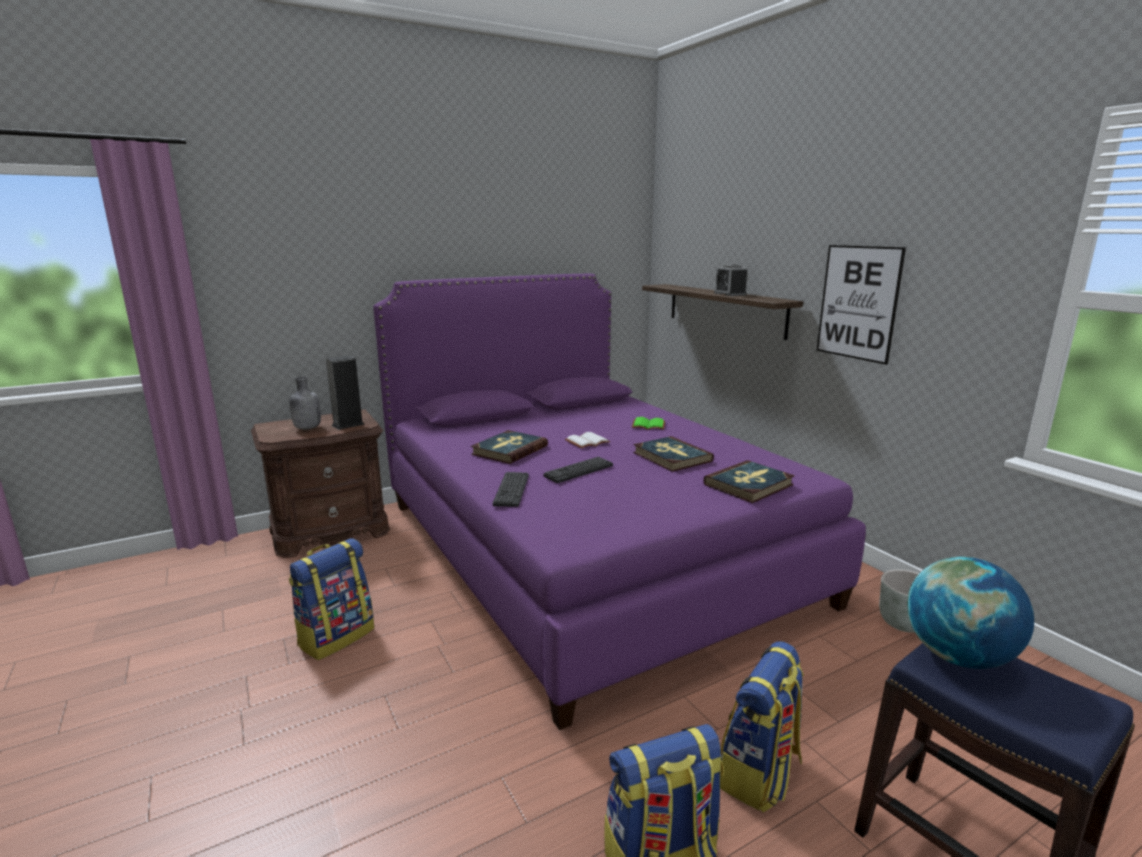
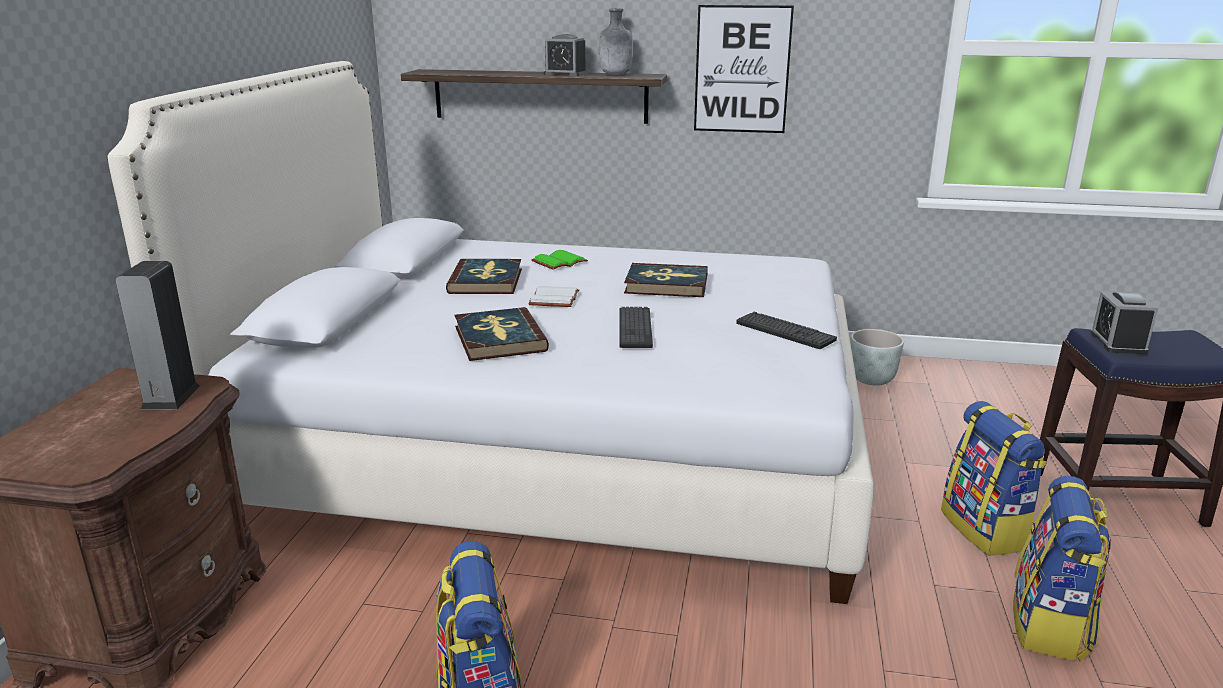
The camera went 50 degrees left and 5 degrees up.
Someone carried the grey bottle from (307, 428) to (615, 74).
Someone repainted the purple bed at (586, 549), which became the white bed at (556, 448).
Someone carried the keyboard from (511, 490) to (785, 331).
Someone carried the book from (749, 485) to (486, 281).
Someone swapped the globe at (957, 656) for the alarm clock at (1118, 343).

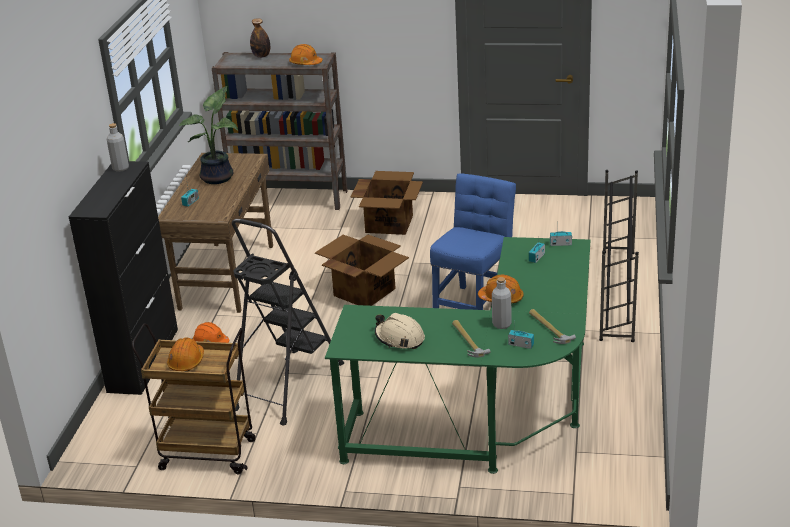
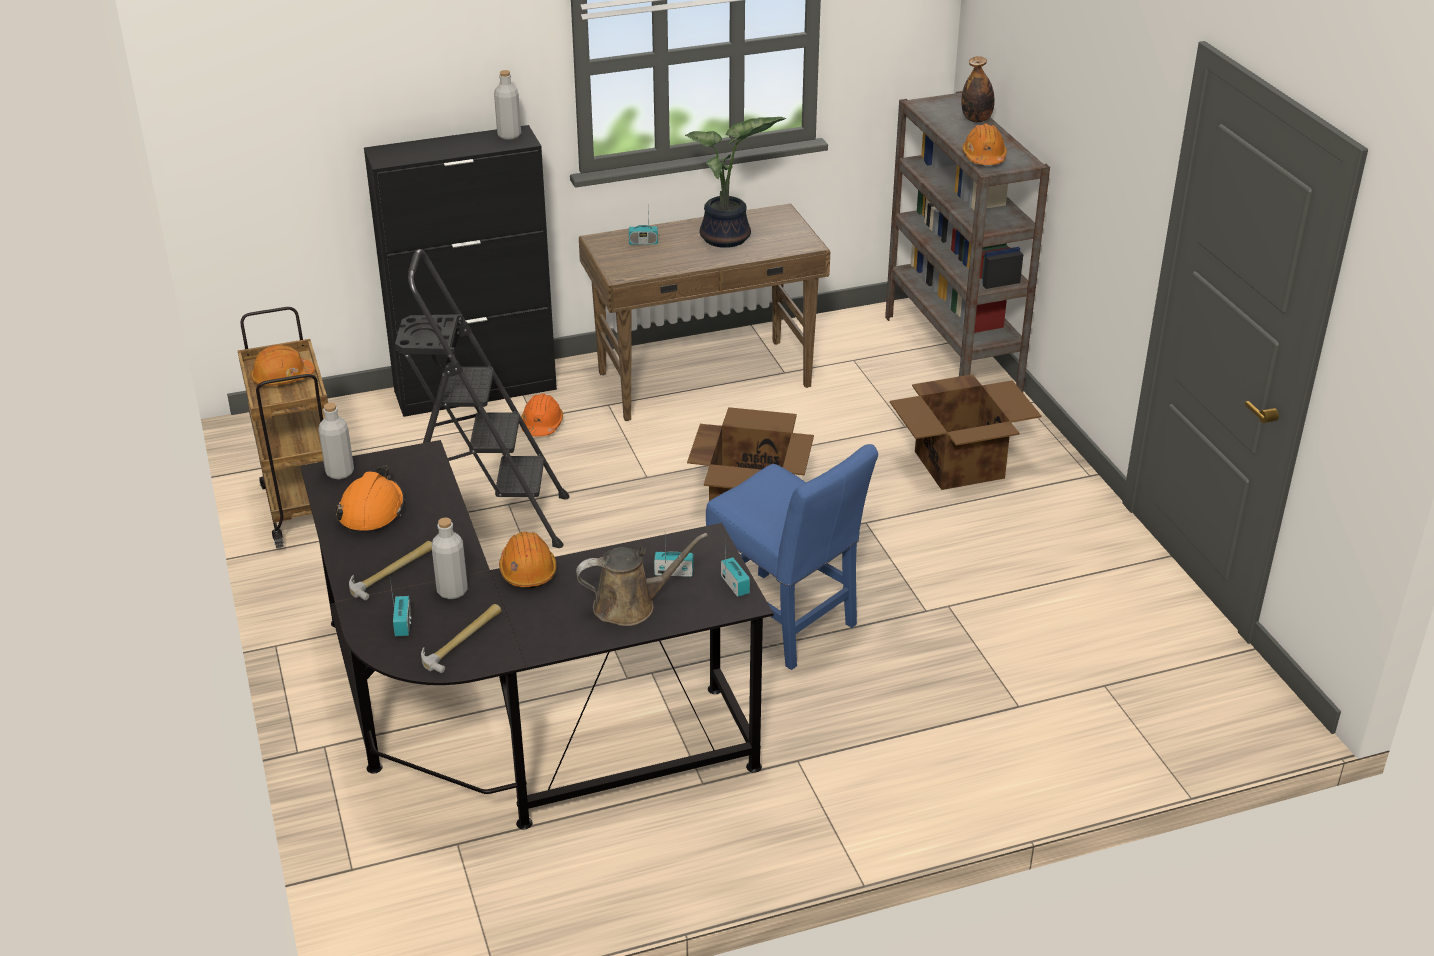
The camera went 60 degrees right and 5 degrees up.
Someone repainted the green desk at (491, 415), which became the black desk at (507, 726).
Someone repainted the beige hard hat at (399, 338), which became the orange hard hat at (372, 511).
Someone rotated the blue chair at (474, 307) by 45 degrees clockwise.
Someone took away the black shoe rack at (617, 294).
Someone put down the grey bottle at (340, 472).
Someone put down the brown watering can at (630, 606).

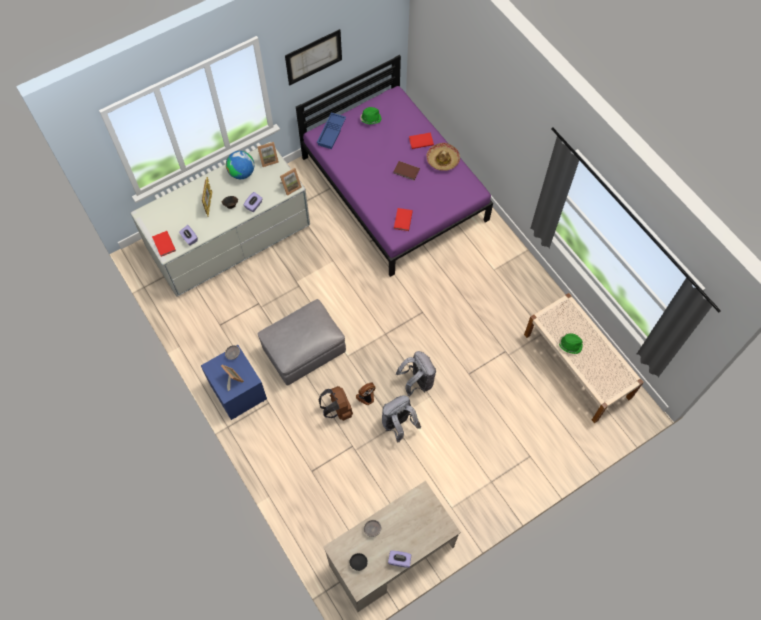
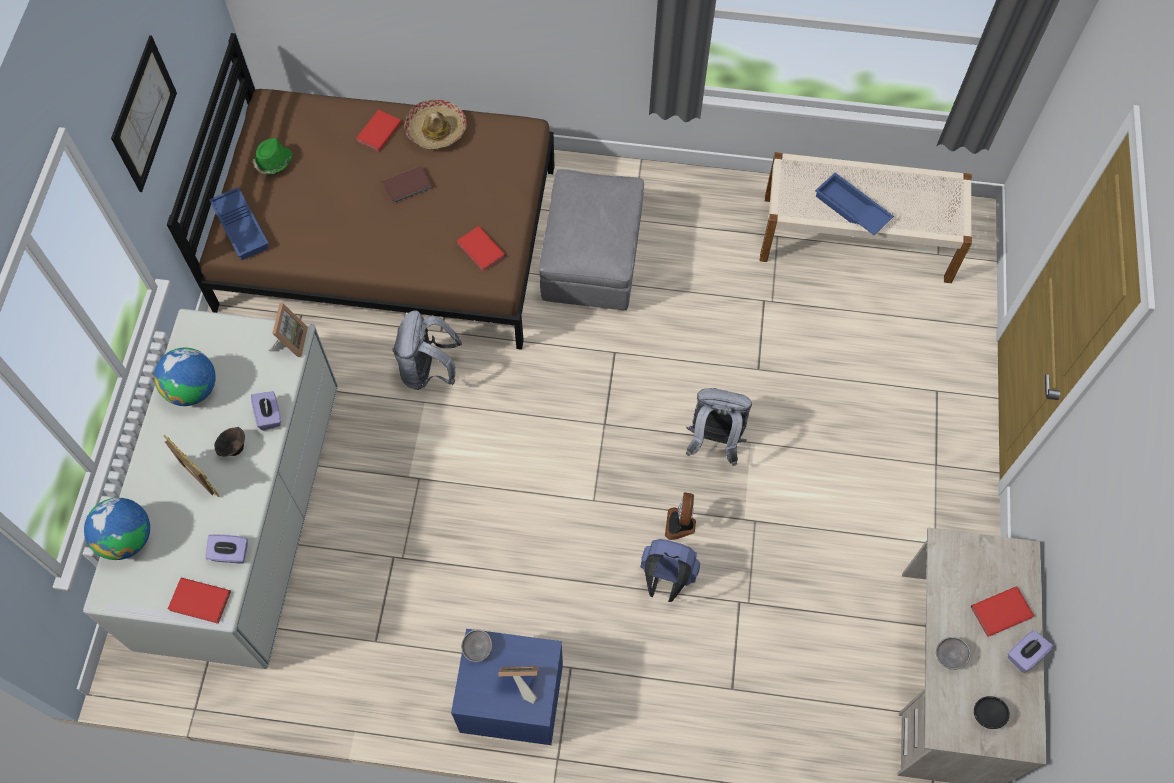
The camera went 50 degrees left and 0 degrees up.
Someone took away the picture frame at (268, 159).
Someone carried the grey ottoman from (304, 351) to (591, 260).
Someone repainted the purple bed at (394, 188), which became the brown bed at (388, 236).
Someone repainted the brown backpack at (337, 410), which became the blue backpack at (666, 578).
Someone carried the grey backpack from (398, 425) to (428, 371).
Someone swapped the green hat at (570, 344) for the blue tray at (850, 209).
Someone put down the globe at (127, 539).
Someone put down the red book at (1002, 613).

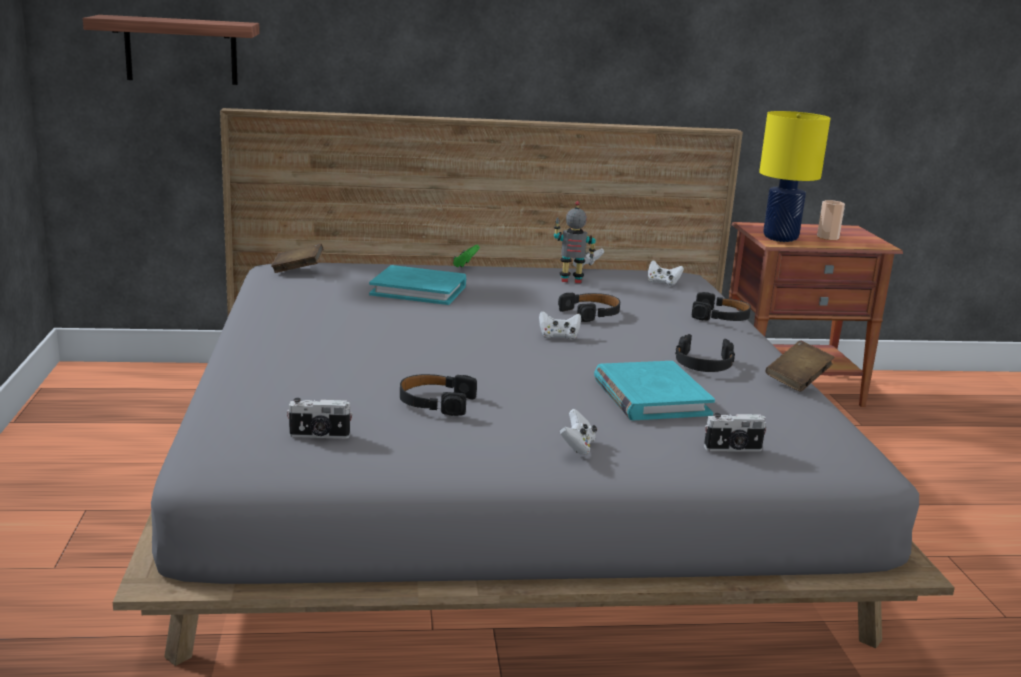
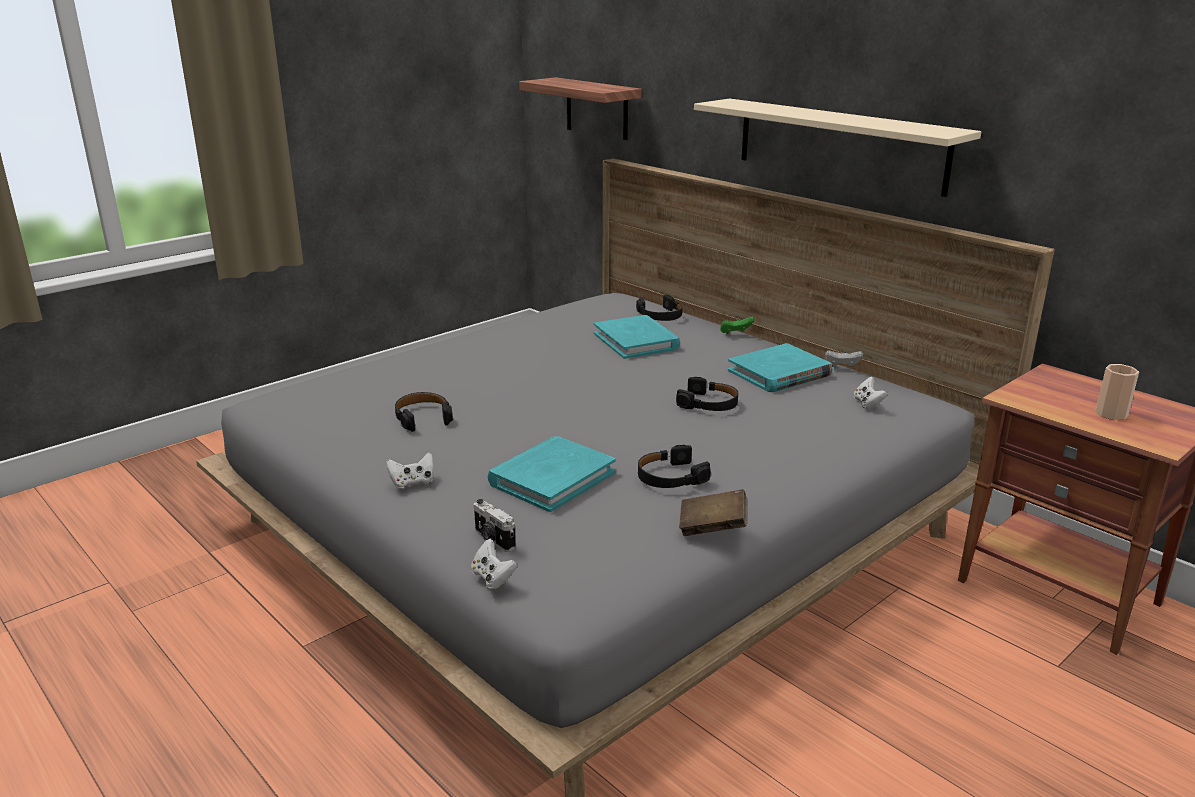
The camera went 55 degrees right and 5 degrees up.
Someone took away the brown book at (298, 270).
Someone took away the photo camera at (319, 436).
Someone carried the white game controller from (558, 337) to (492, 578).
Someone swapped the toy robot at (571, 281) for the turquoise book at (779, 373).
Someone carried the black headphones from (720, 317) to (660, 315).
Someone took away the yellow table lamp at (779, 240).
Someone put up the beige shelf at (839, 145).

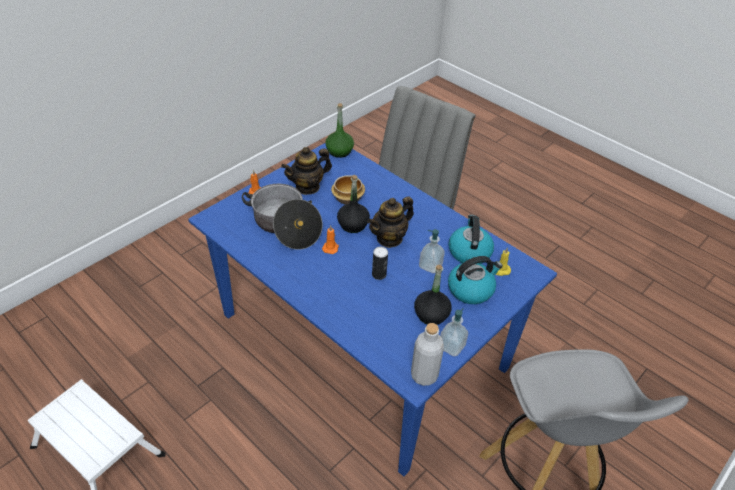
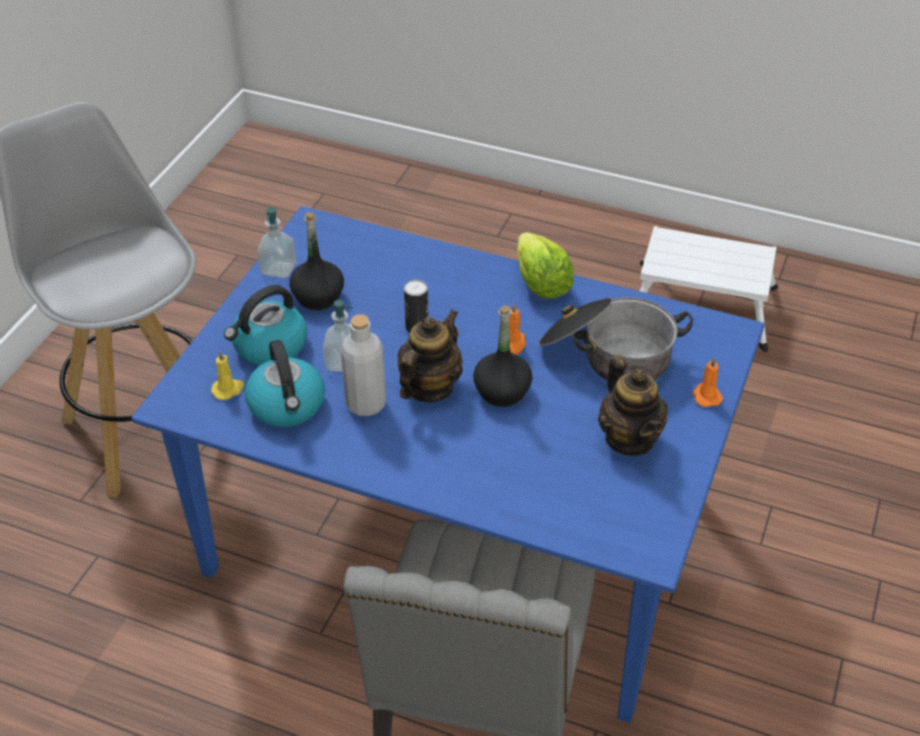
The camera went 160 degrees right and 0 degrees up.
Someone rotated the teapot at (307, 187) by 120 degrees clockwise.
Someone took away the green bottle at (339, 151).
Someone took away the bowl at (348, 199).
Someone carried the grey bottle from (424, 375) to (366, 404).
Someone put down the lettuce at (540, 283).

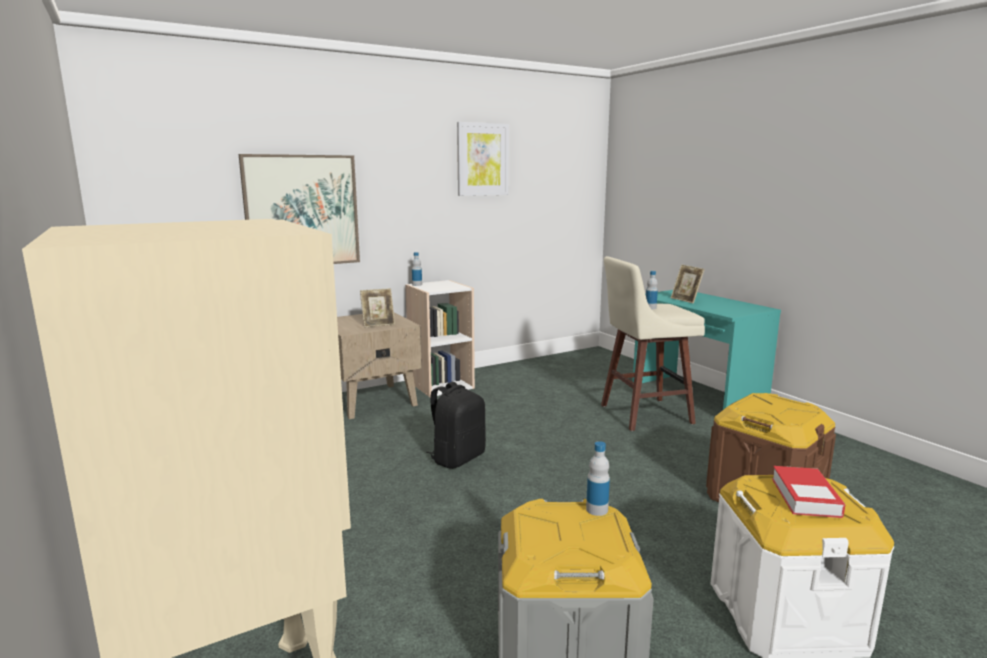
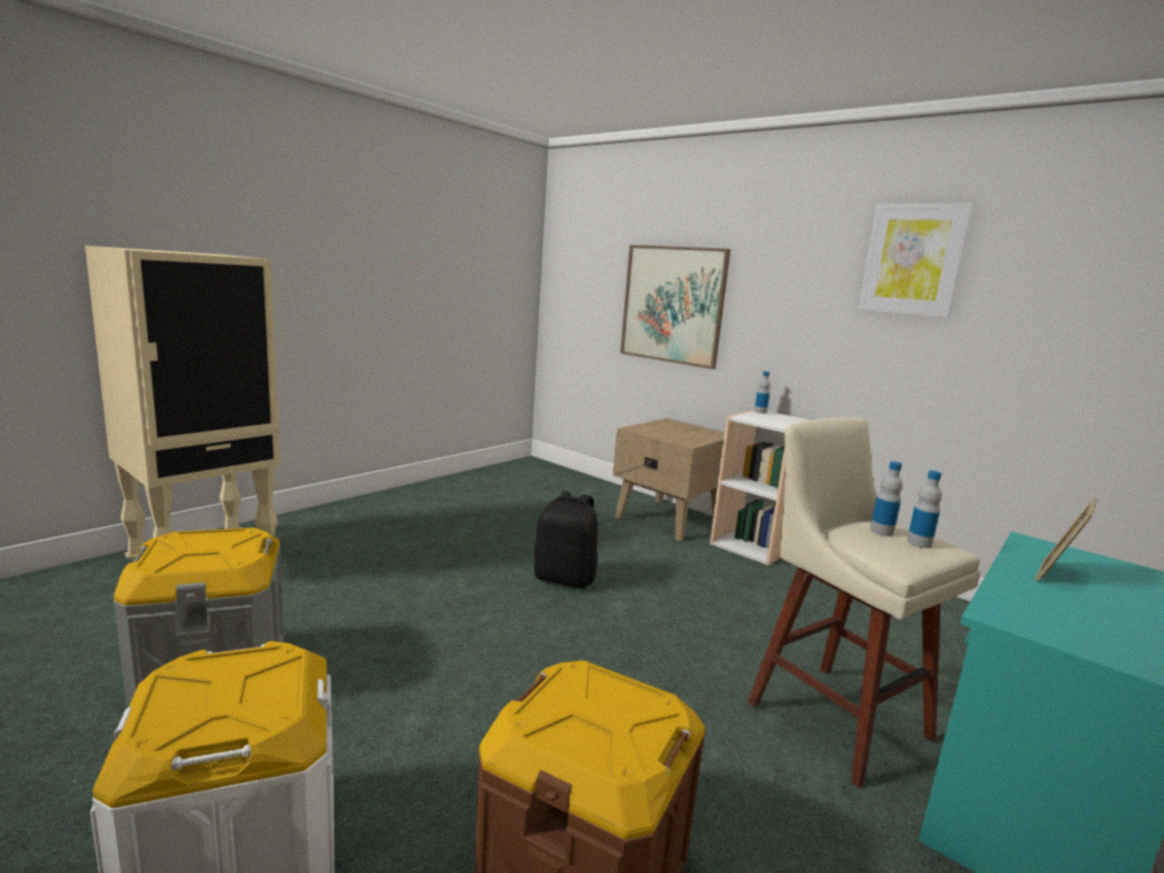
The camera went 70 degrees right and 0 degrees up.
Someone took away the picture frame at (378, 324).
Someone carried the bottle from (597, 509) to (919, 543).
Someone took away the book at (805, 497).

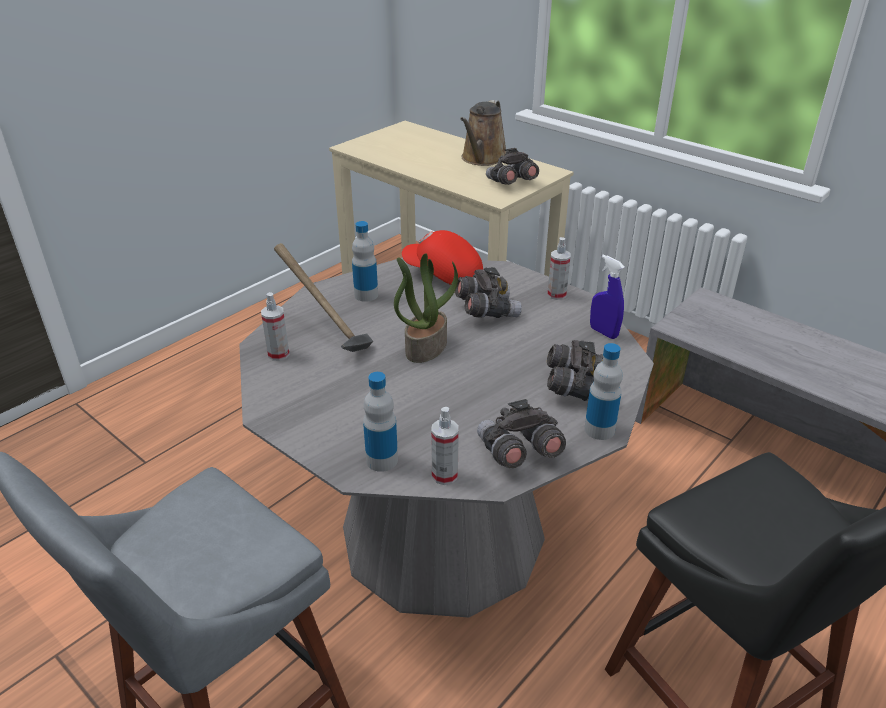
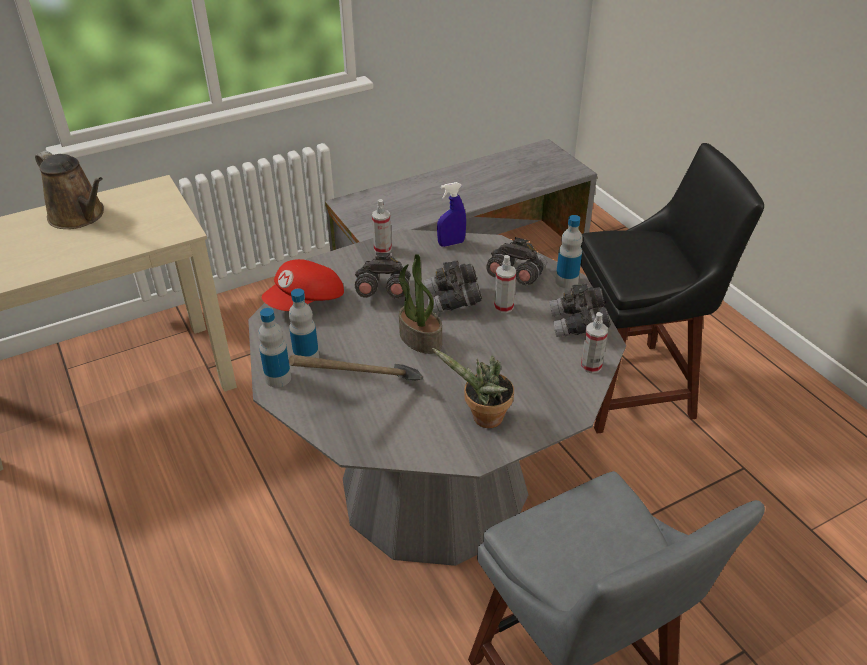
The camera went 70 degrees left and 5 degrees up.
Someone carried the spray bottle from (278, 354) to (503, 307).
Someone carried the bottle from (382, 460) to (278, 378).
Someone carried the grey binoculars from (510, 183) to (453, 301).
Someone put down the potted plant at (483, 419).

